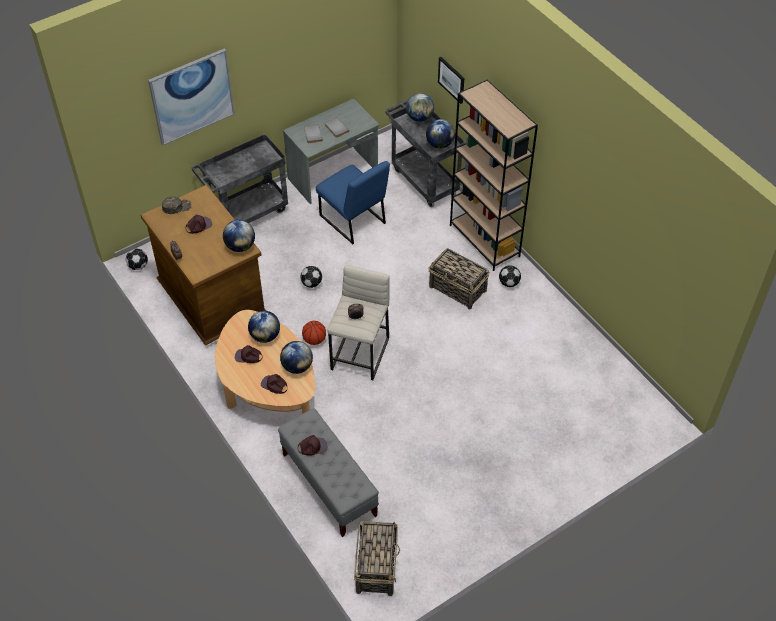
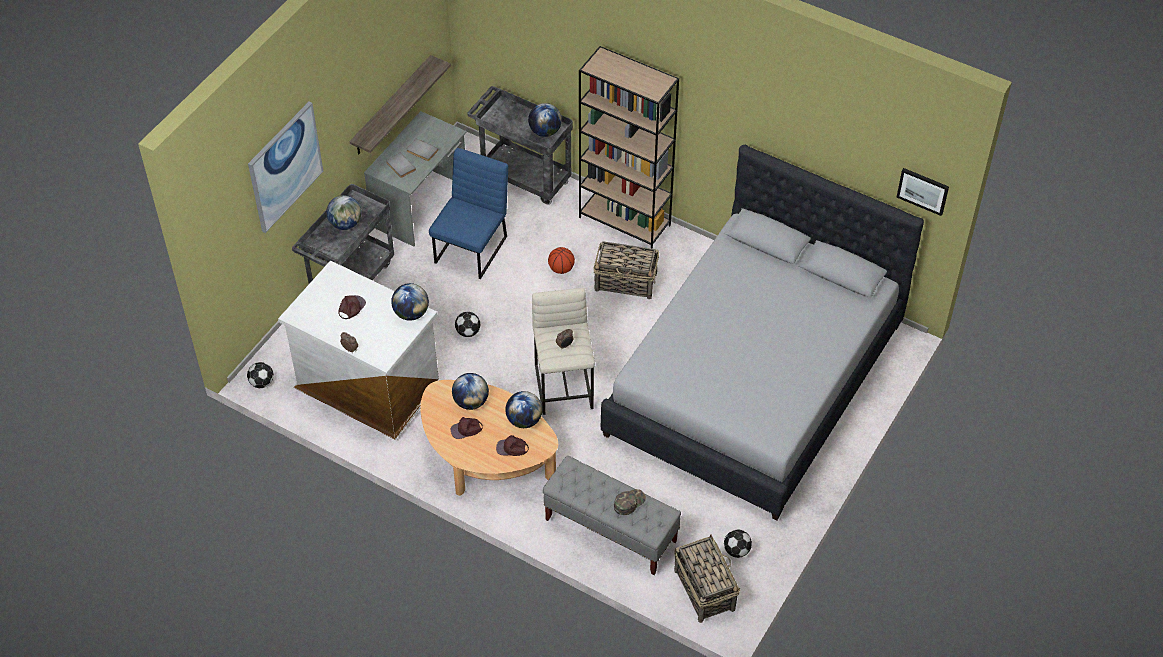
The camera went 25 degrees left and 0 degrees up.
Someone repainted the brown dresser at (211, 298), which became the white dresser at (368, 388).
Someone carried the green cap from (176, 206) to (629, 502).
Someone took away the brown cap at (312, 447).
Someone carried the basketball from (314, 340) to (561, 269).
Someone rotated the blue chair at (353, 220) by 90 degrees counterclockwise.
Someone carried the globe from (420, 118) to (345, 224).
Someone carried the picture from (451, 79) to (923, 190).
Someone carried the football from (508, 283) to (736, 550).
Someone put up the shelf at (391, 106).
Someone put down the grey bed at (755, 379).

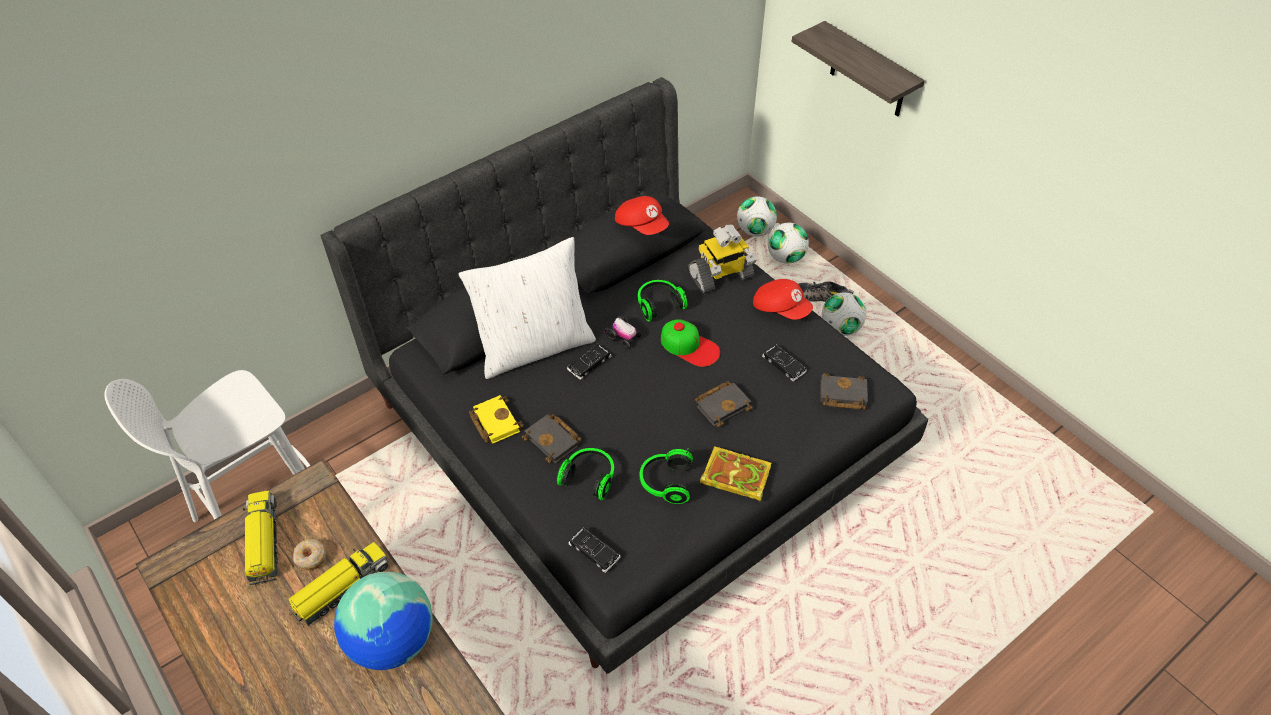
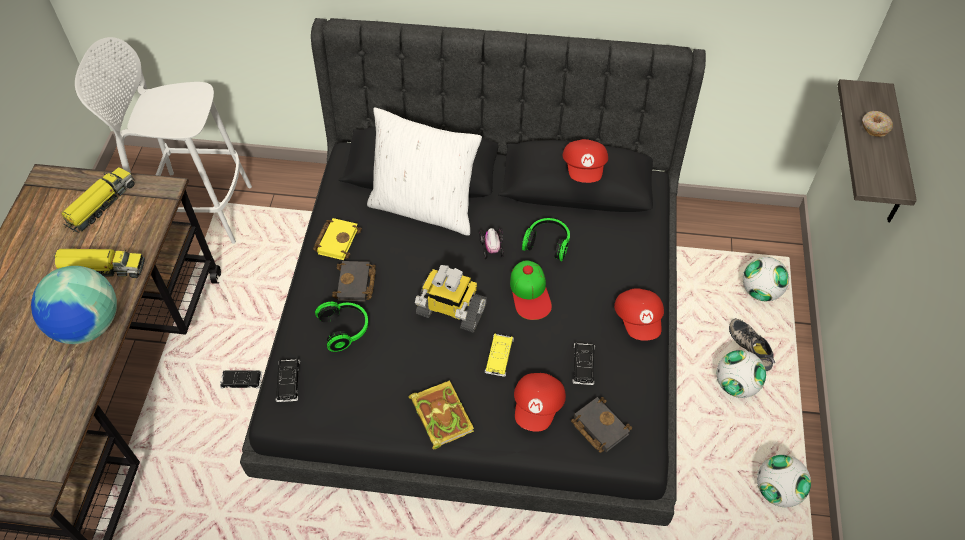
The camera went 45 degrees right and 5 degrees up.
Someone carried the donut from (311, 557) to (874, 127).
Someone carried the black toy car from (589, 363) to (241, 381).
Someone took away the headphones at (665, 482).
Someone carried the toy robot from (721, 276) to (450, 311).
Someone swapped the black book at (723, 405) for the yellow toy car at (499, 356).
Someone carried the football from (755, 231) to (777, 490).
Someone put down the red cap at (538, 406).

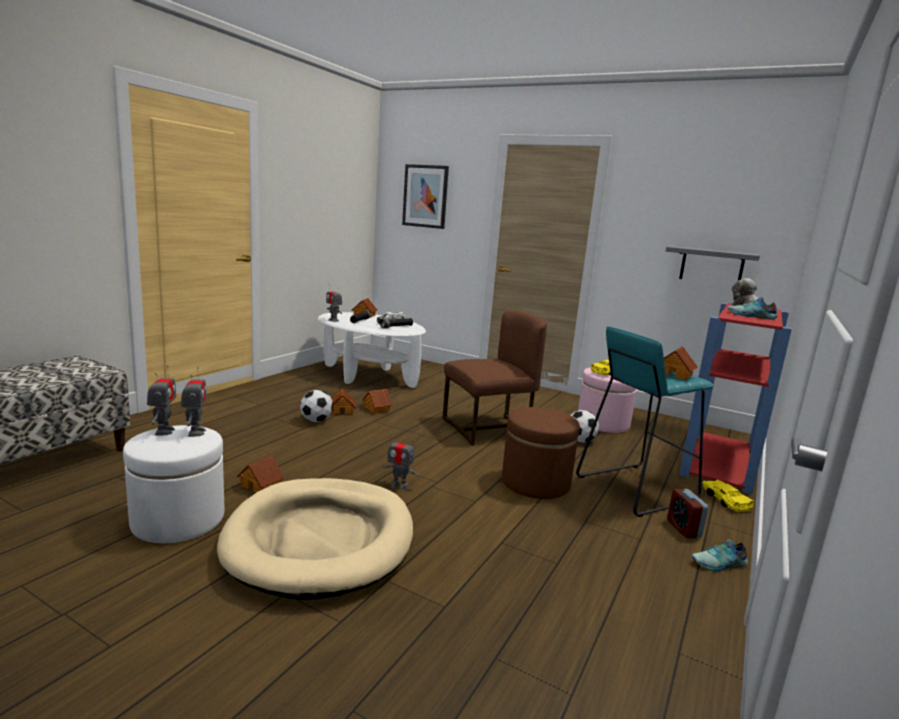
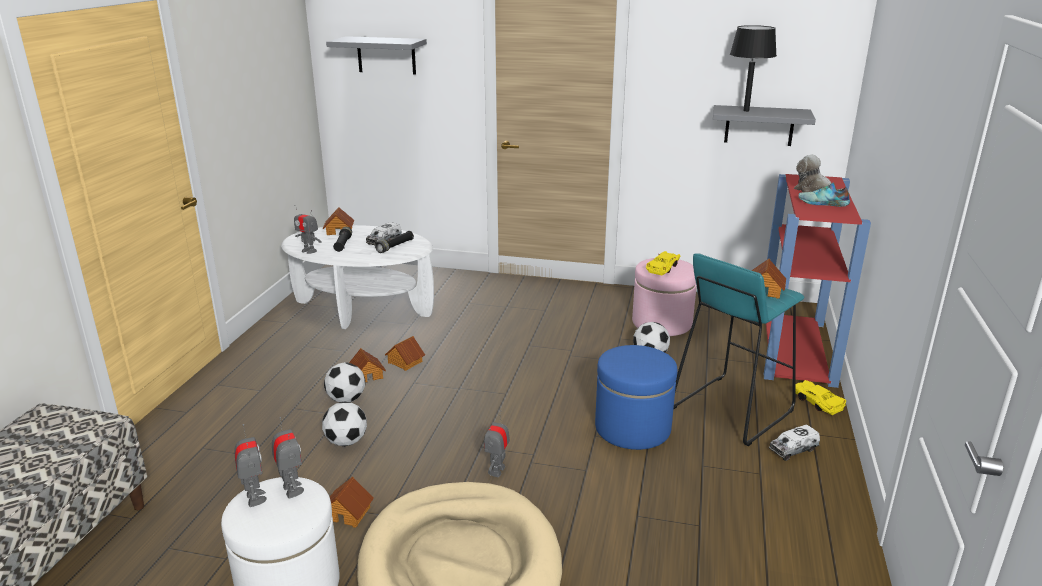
The camera went 15 degrees left and 10 degrees up.
Someone rotated the toy robot at (399, 485) by 105 degrees clockwise.
Someone swapped the picture at (425, 196) for the grey shelf at (386, 55).
Someone took away the brown chair at (488, 428).
Someone repainted the brown ottoman at (535, 482), which became the blue ottoman at (632, 428).
Someone swapped the alarm clock at (683, 529) for the toy truck at (793, 449).
Someone took away the shoe at (719, 564).
Someone put down the football at (346, 441).
Someone put down the black table lamp at (746, 111).

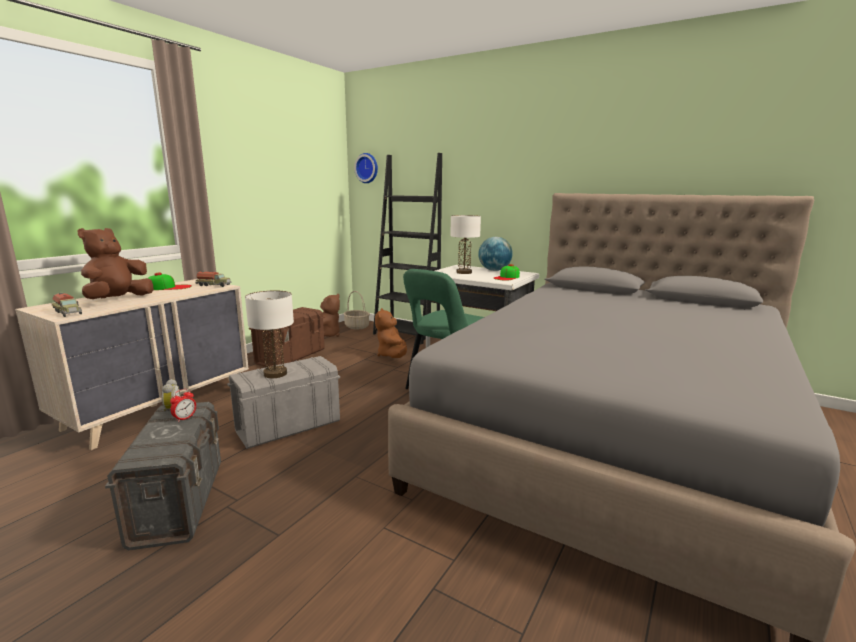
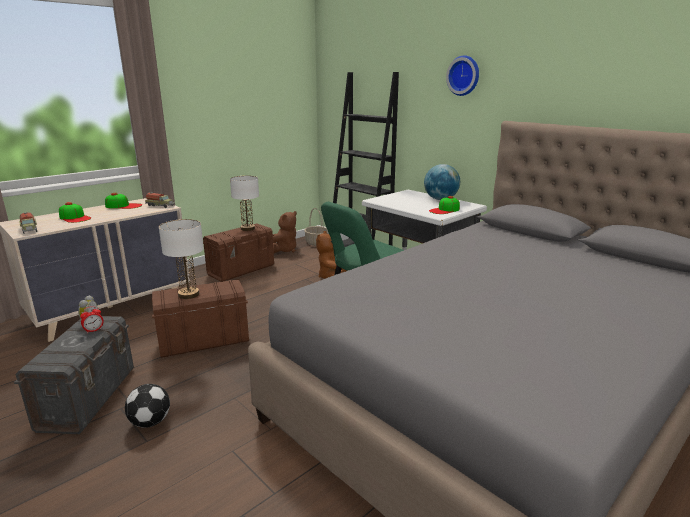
The camera went 15 degrees right and 5 degrees up.
Someone swapped the brown plush toy at (118, 300) for the cap at (75, 217).
Someone repainted the grey storage box at (288, 426), which became the brown storage box at (203, 341).
Someone carried the wall clock from (367, 168) to (464, 75).
Someone carried the table lamp from (464, 272) to (247, 228).
Someone put down the football at (150, 422).

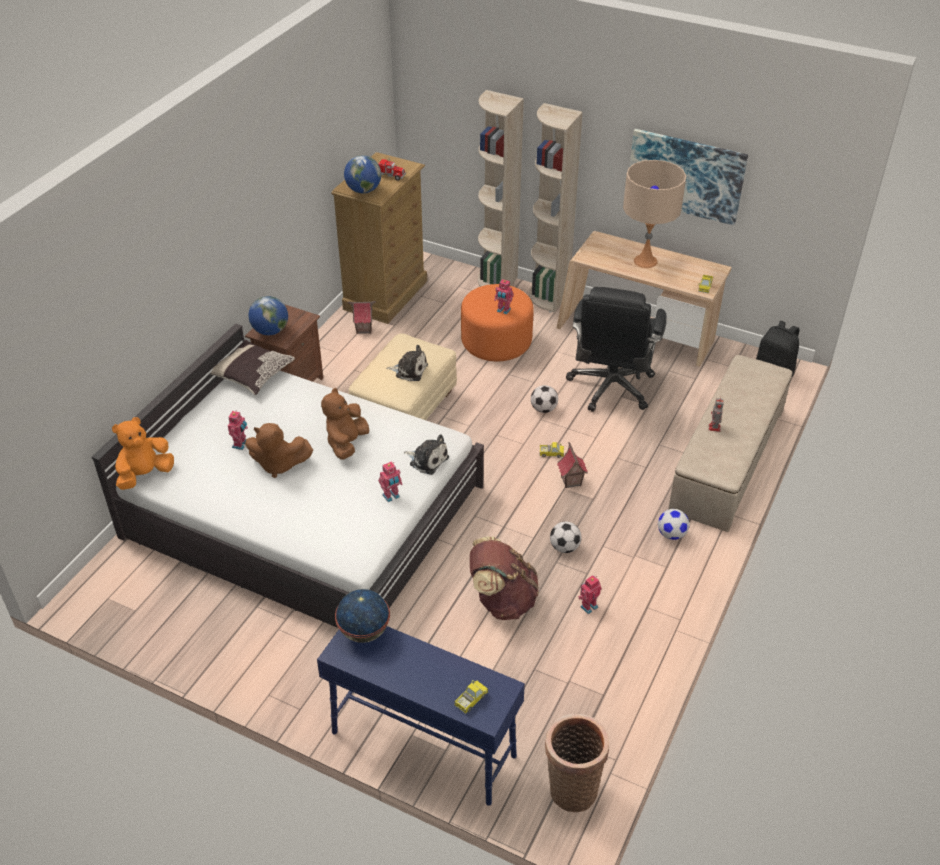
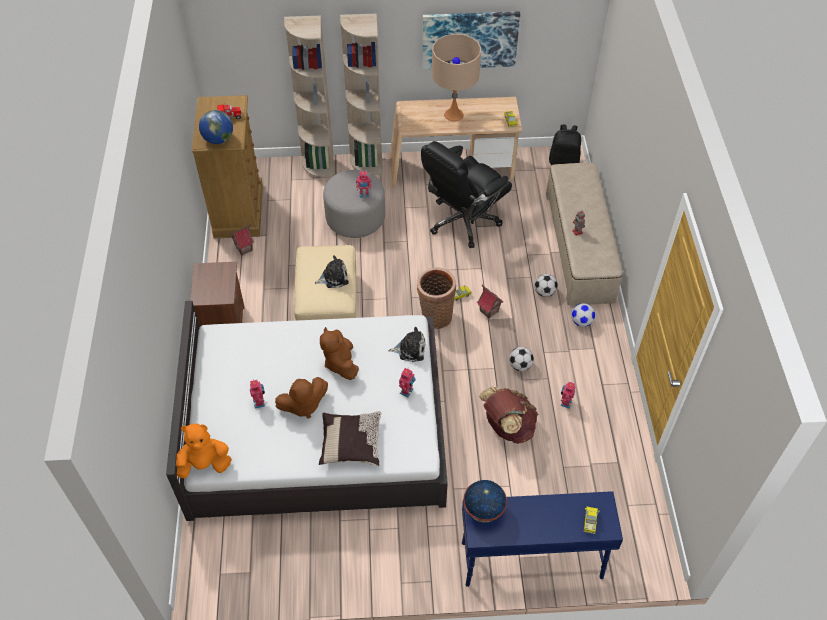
The camera went 30 degrees left and 10 degrees up.
Someone rotated the orange plush toy at (145, 475) by 60 degrees clockwise.
Someone carried the pillow from (252, 374) to (351, 443).
Someone took away the globe at (270, 331).
Someone repainted the orange ottoman at (496, 342), which became the grey ottoman at (355, 218).
Someone carried the football from (543, 409) to (544, 292).
Someone carried the basket from (572, 787) to (435, 315).
Someone rotated the black office chair at (611, 386) by 60 degrees clockwise.

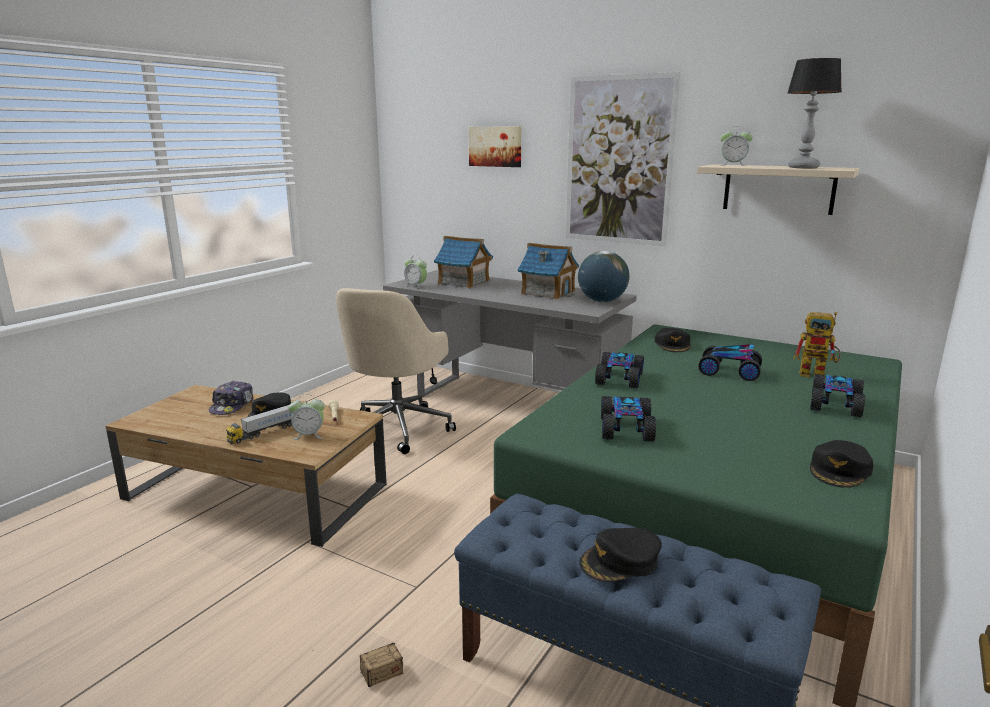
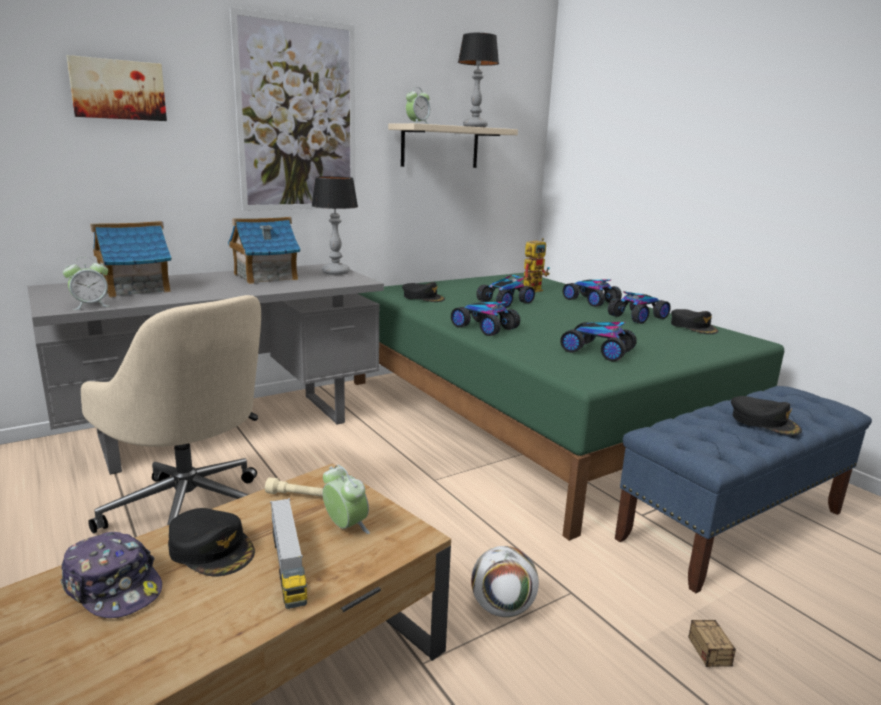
The camera went 65 degrees left and 0 degrees up.
Someone rotated the alarm clock at (309, 435) by 60 degrees counterclockwise.
Someone swapped the globe at (602, 301) for the table lamp at (336, 272).
Someone rotated the black cap at (620, 562) by 45 degrees counterclockwise.
Someone put down the football at (502, 608).
Someone put down the toy car at (638, 317).

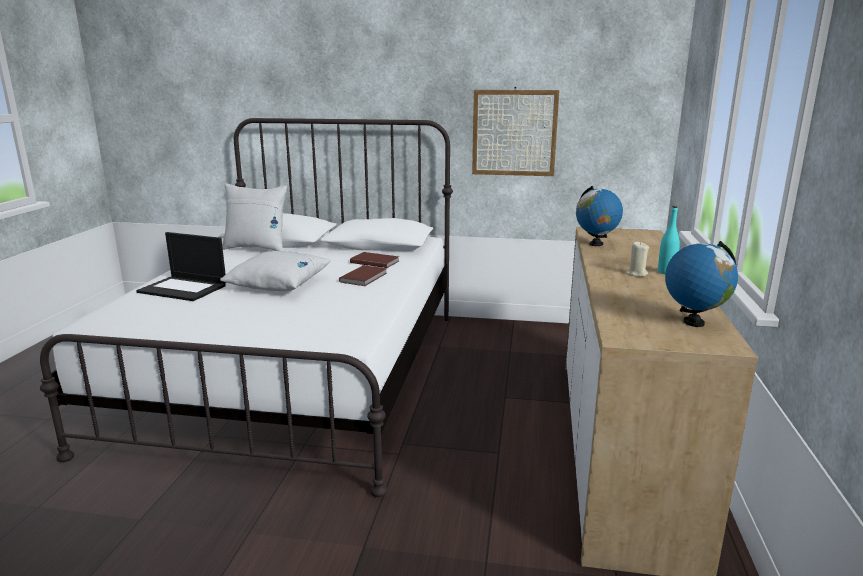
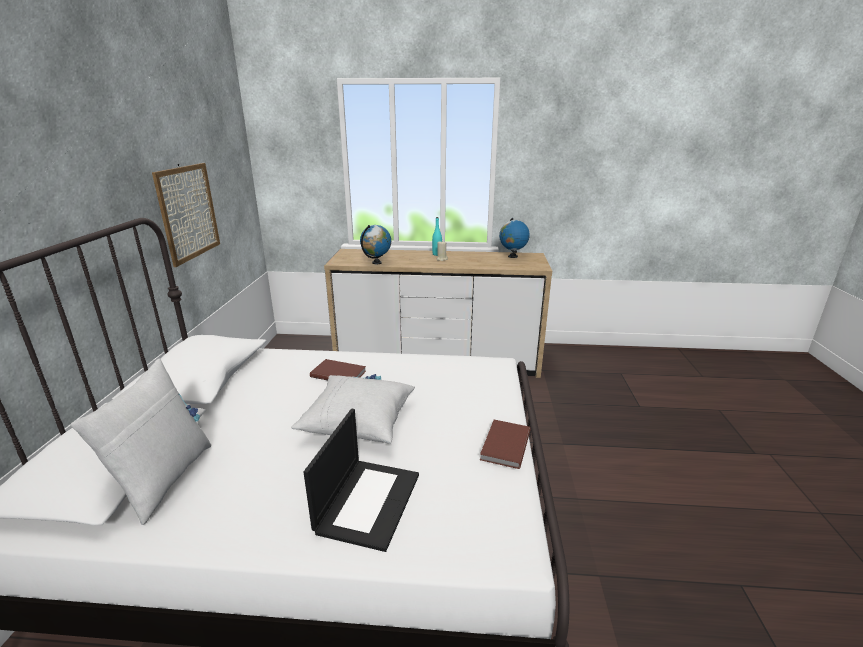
The camera went 95 degrees left and 5 degrees up.
Someone carried the brown book from (375, 261) to (504, 445).

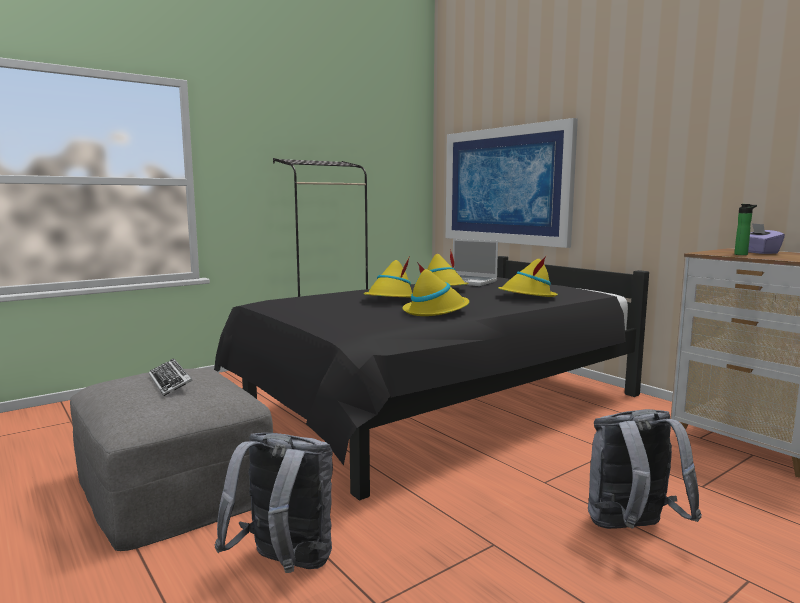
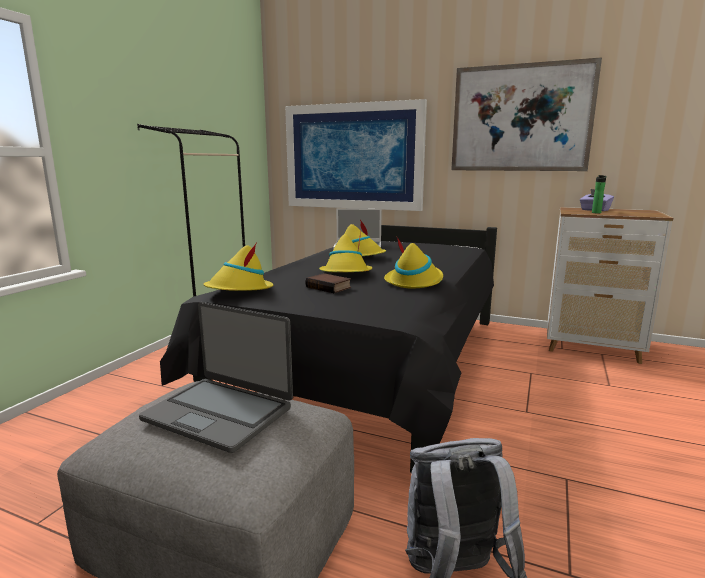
The camera went 30 degrees left and 5 degrees up.
Someone swapped the keyboard at (170, 382) for the laptop at (219, 413).
Someone carried the yellow hat from (527, 296) to (239, 290).
Someone took away the grey backpack at (632, 529).
Someone put down the book at (329, 287).
Someone put up the picture at (520, 118).

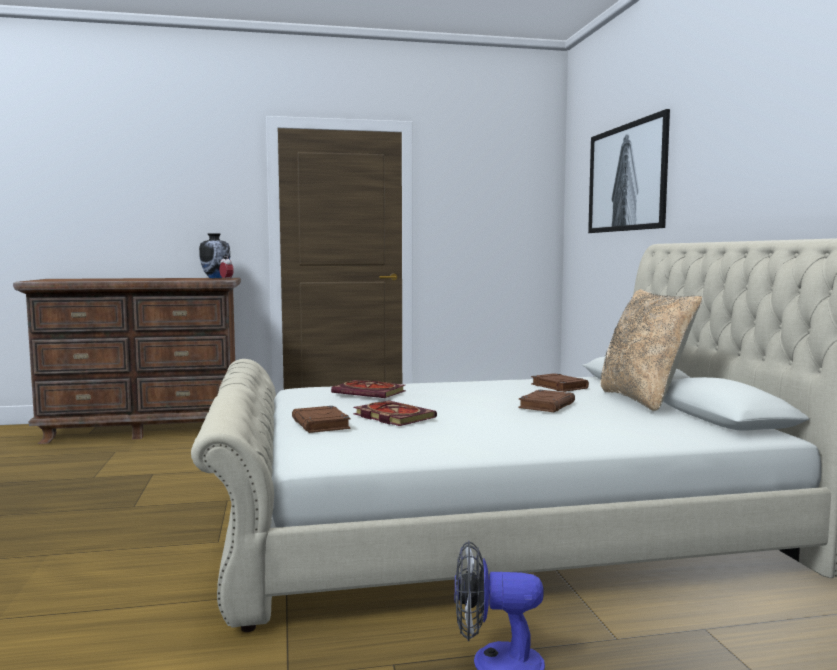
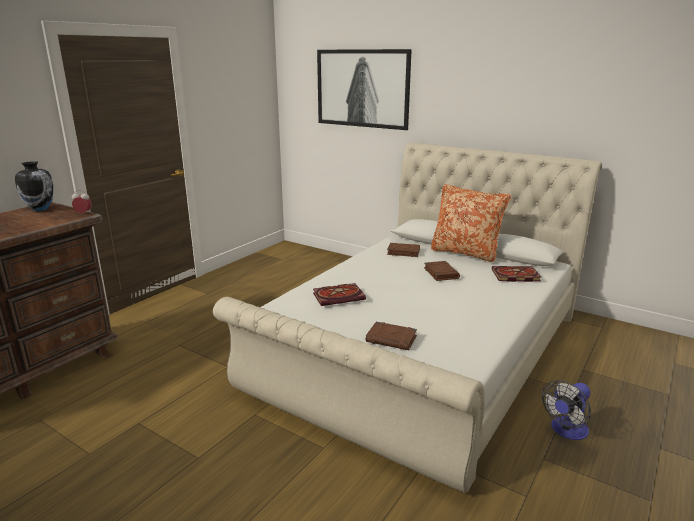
The camera went 45 degrees left and 15 degrees up.
Someone carried the book from (391, 416) to (514, 276).
Someone repainted the beige pillow at (642, 402), which became the orange pillow at (465, 254).

